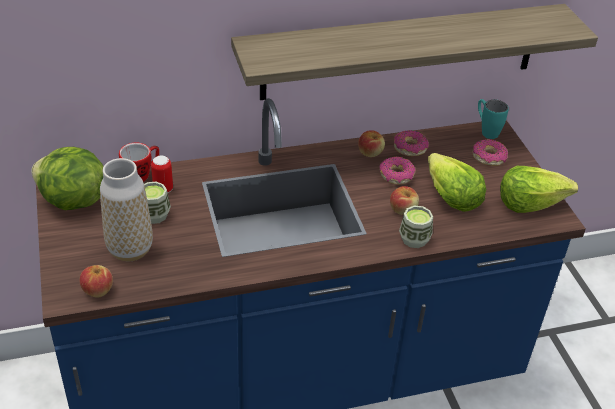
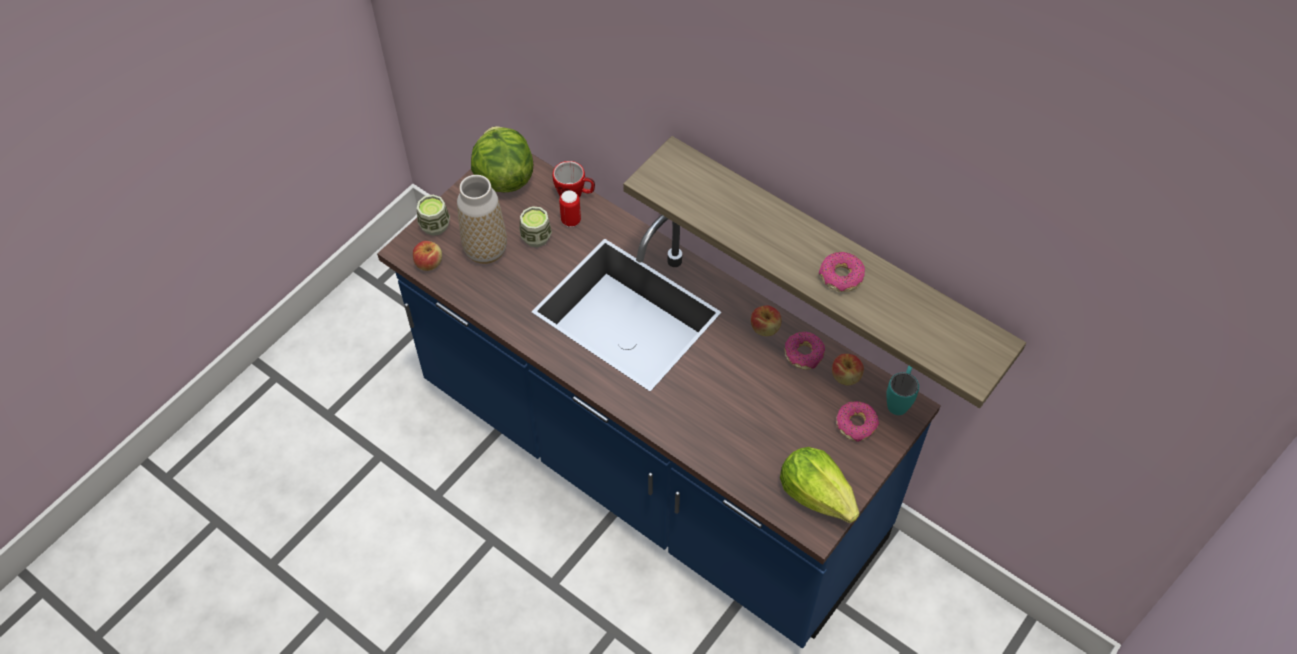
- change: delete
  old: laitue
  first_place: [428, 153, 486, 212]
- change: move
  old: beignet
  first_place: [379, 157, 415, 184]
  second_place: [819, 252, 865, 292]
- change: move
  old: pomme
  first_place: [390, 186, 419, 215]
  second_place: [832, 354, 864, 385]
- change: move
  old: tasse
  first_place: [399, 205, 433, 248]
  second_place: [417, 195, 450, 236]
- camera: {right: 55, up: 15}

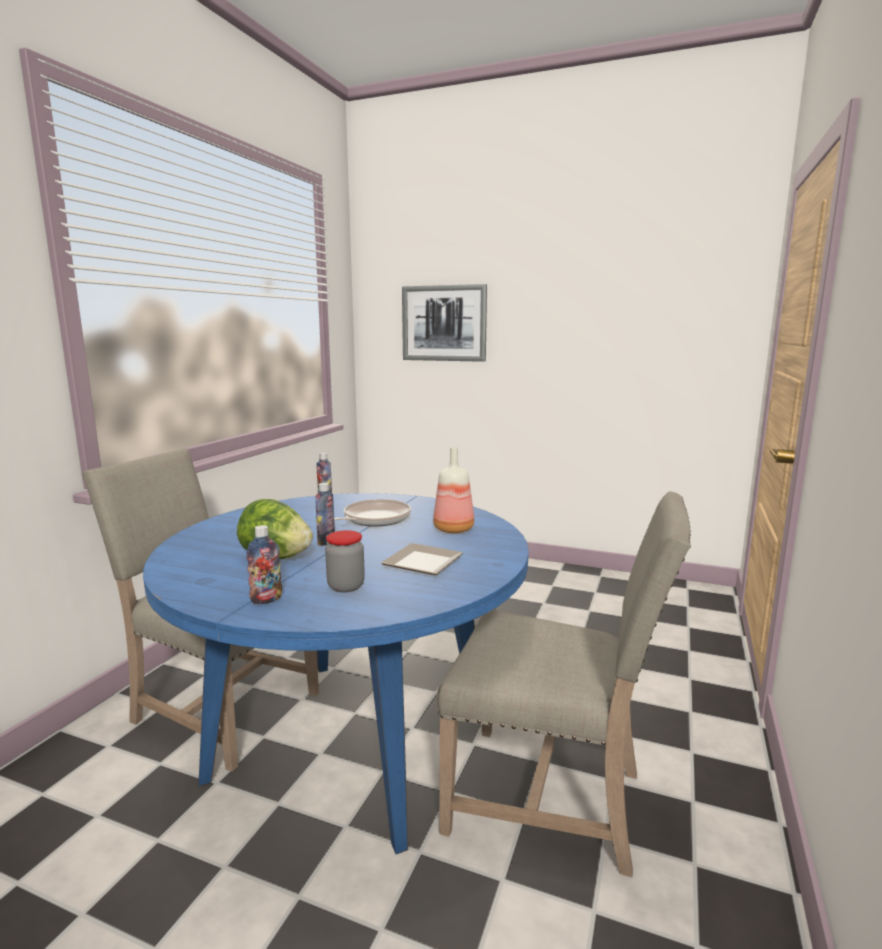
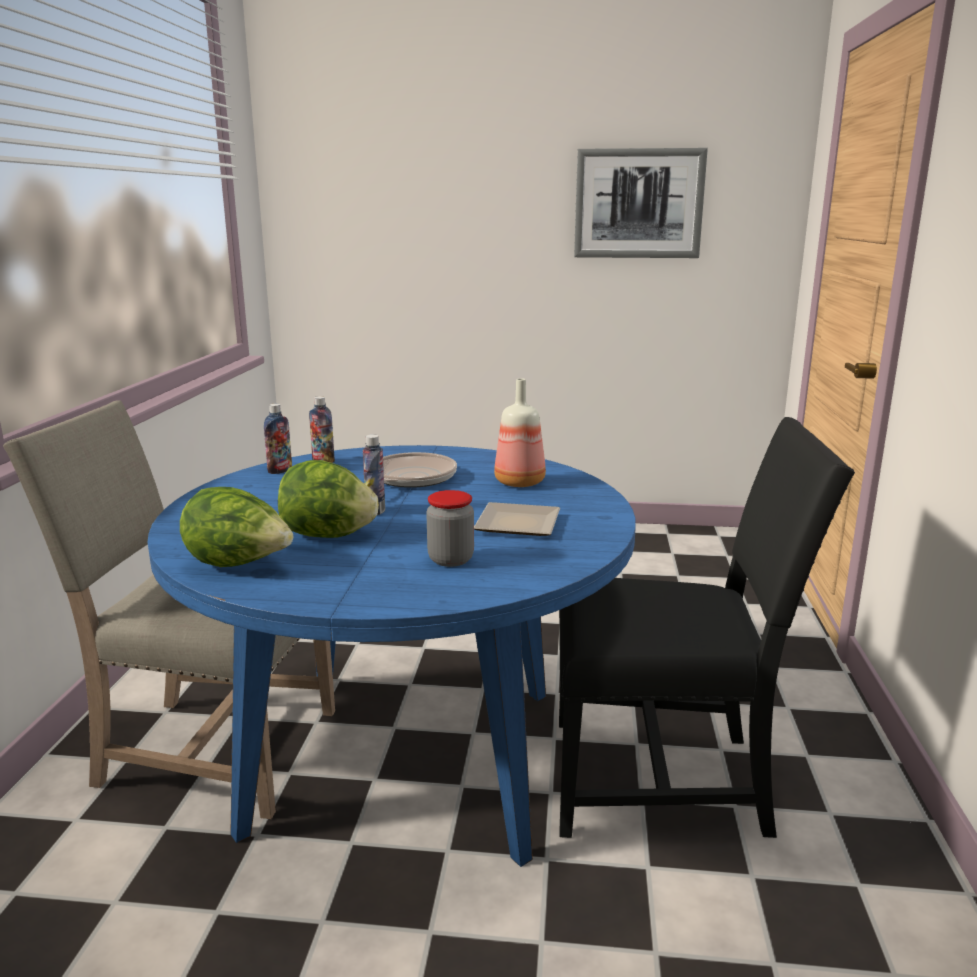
- change: insert
  new: laitue
  second_place: [180, 487, 293, 567]
- change: move
  old: bouteille
  first_place: [246, 525, 282, 604]
  second_place: [264, 404, 292, 474]
- change: move
  old: tableau
  first_place: [402, 284, 487, 362]
  second_place: [574, 148, 708, 258]
- change: recolor
  old: chaise [beige]
  new: chaise [noir]
  first_place: [436, 491, 691, 877]
  second_place: [559, 417, 855, 838]
- camera: {right: -15, up: 5}

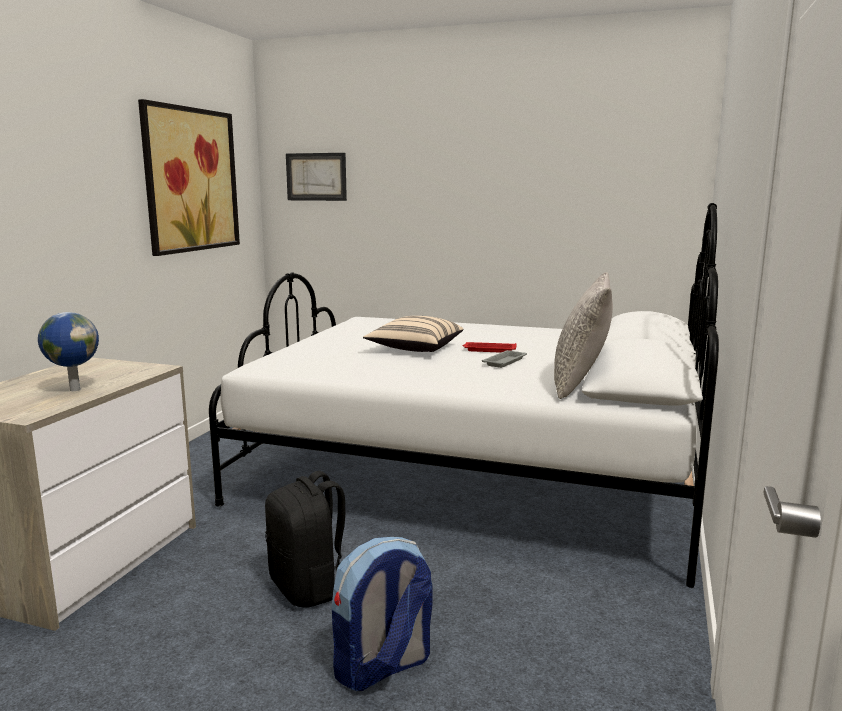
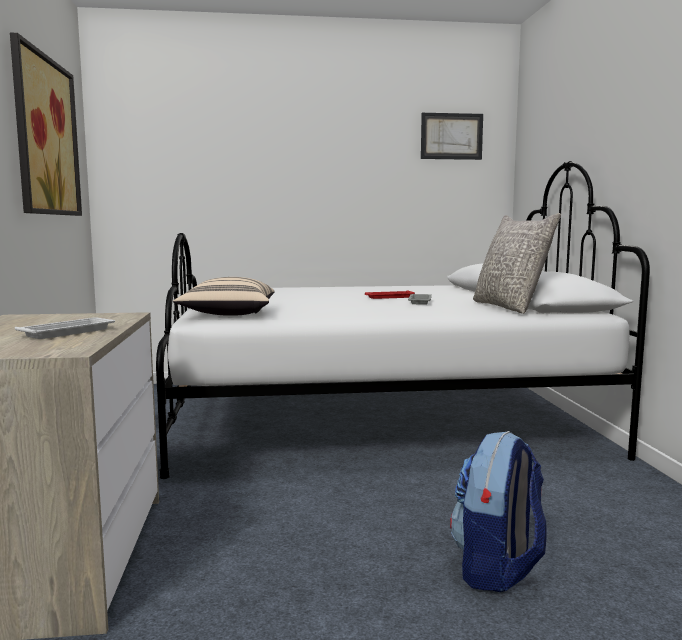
- change: delete
  old: sac à dos [noir]
  first_place: [265, 471, 345, 608]
- change: move
  old: tableau
  first_place: [286, 153, 347, 201]
  second_place: [421, 113, 483, 160]
- change: move
  old: coussin [beige]
  first_place: [363, 316, 463, 352]
  second_place: [173, 277, 274, 316]
- change: replace
  old: globe
  new: plateau [blanc]
  first_place: [38, 312, 99, 391]
  second_place: [15, 317, 115, 339]
- camera: {right: -25, up: -5}

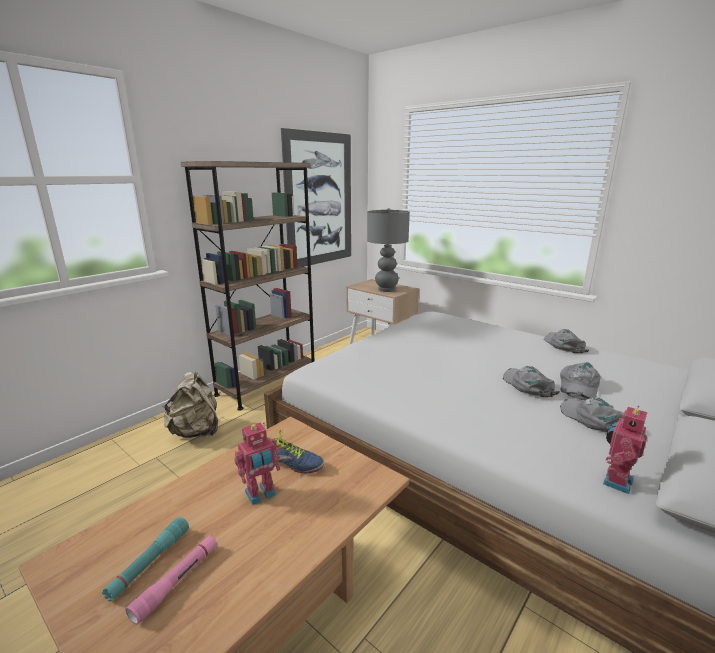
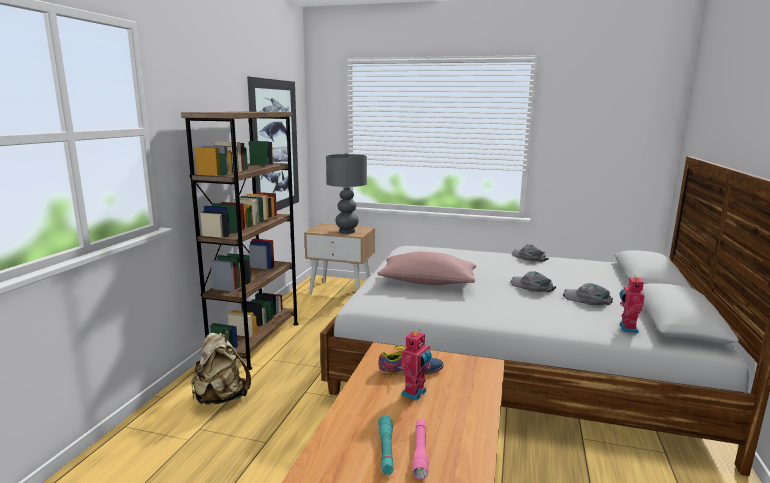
- change: delete
  old: casquette [gris]
  first_place: [560, 362, 601, 400]
- change: insert
  new: coussin [rose]
  second_place: [377, 252, 476, 285]
- camera: {right: -25, up: -5}

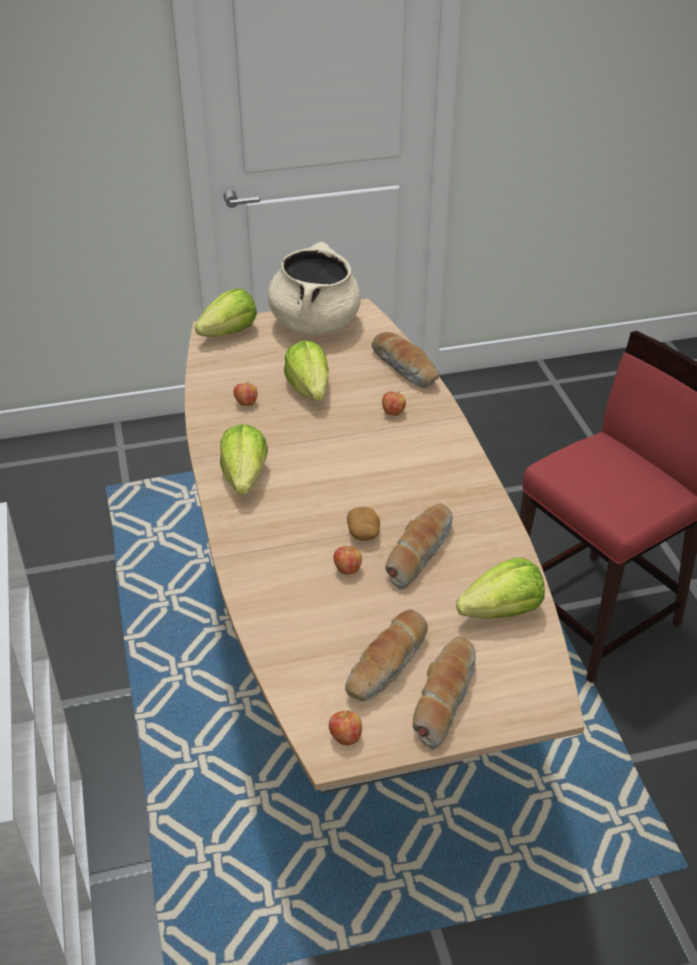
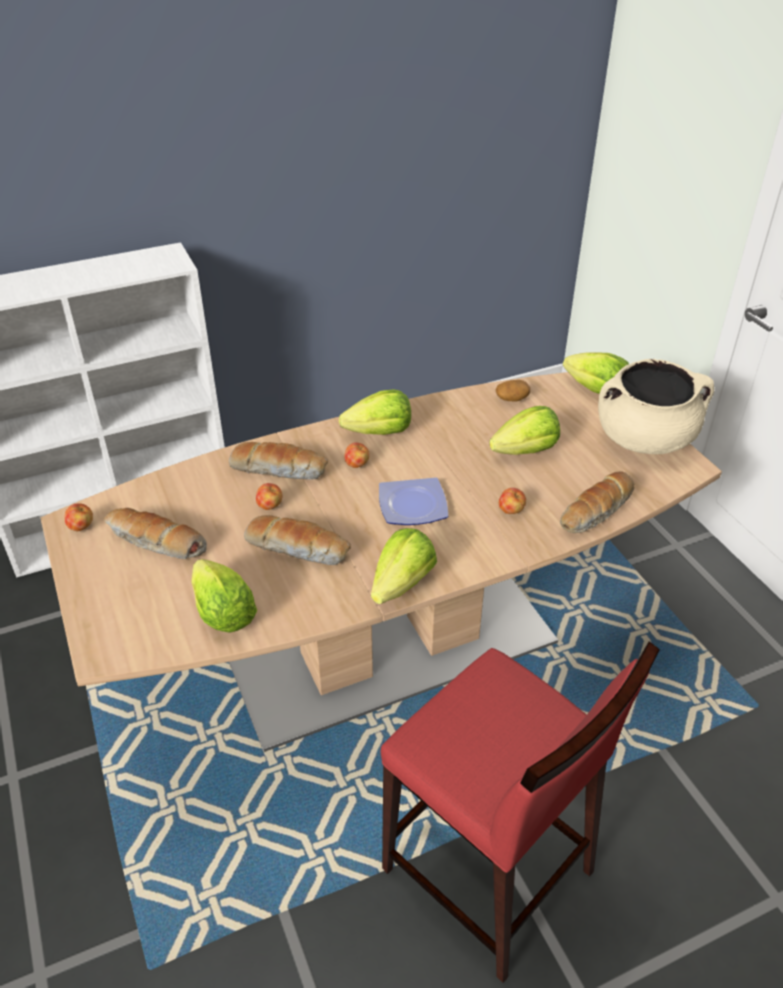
- change: insert
  new: laitue
  second_place: [371, 528, 437, 604]
- change: insert
  new: assiette
  second_place: [379, 478, 448, 525]
- change: move
  old: pomme
  first_place: [233, 381, 258, 406]
  second_place: [344, 442, 369, 468]
- change: move
  old: pomme de terre
  first_place: [347, 507, 380, 541]
  second_place: [496, 380, 530, 401]
- change: move
  old: pain
  first_place: [412, 636, 476, 749]
  second_place: [229, 442, 328, 480]
- camera: {right: 80, up: 0}

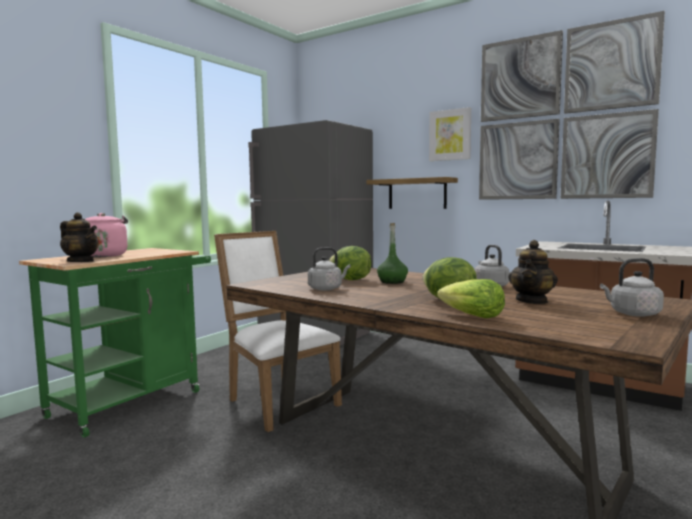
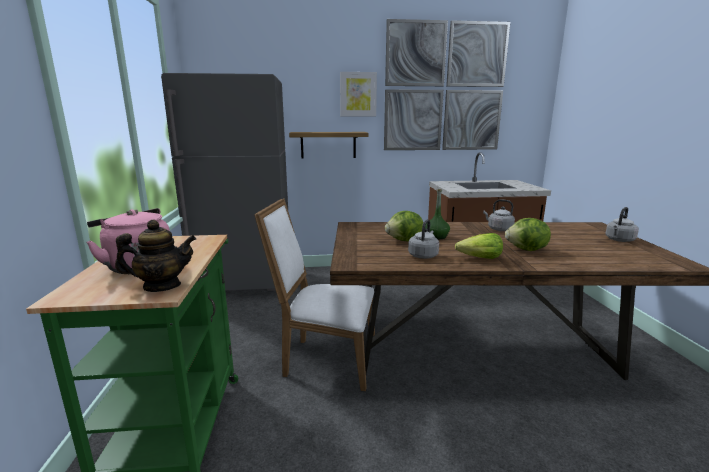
- change: delete
  old: théière
  first_place: [508, 240, 558, 304]
- change: move
  old: laitue
  first_place: [437, 279, 505, 318]
  second_place: [455, 233, 503, 259]
- camera: {right: -40, up: 10}

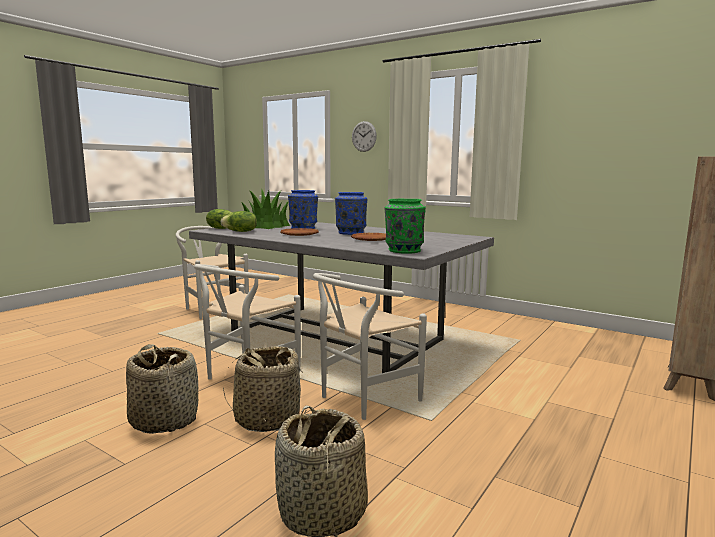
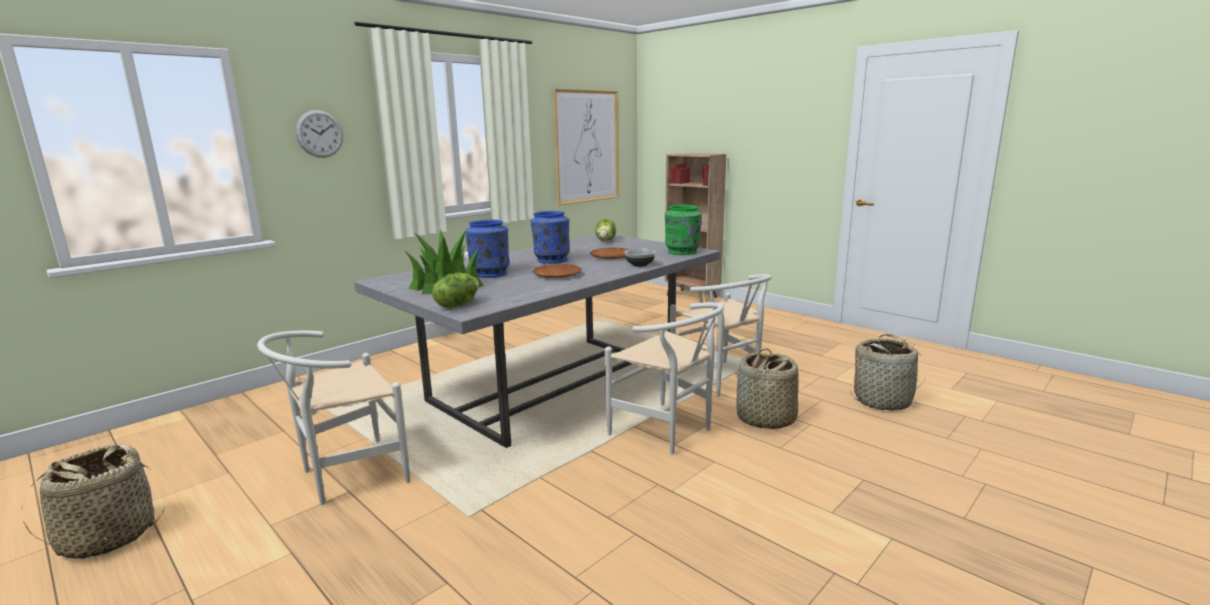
- change: insert
  new: tableau
  second_place: [553, 89, 619, 205]
- change: insert
  new: bol
  second_place: [624, 249, 656, 267]
- change: move
  old: panier
  first_place: [126, 344, 198, 434]
  second_place: [22, 445, 165, 559]
- change: move
  old: laitue
  first_place: [221, 211, 257, 232]
  second_place: [595, 219, 616, 241]
- camera: {right: -80, up: 5}

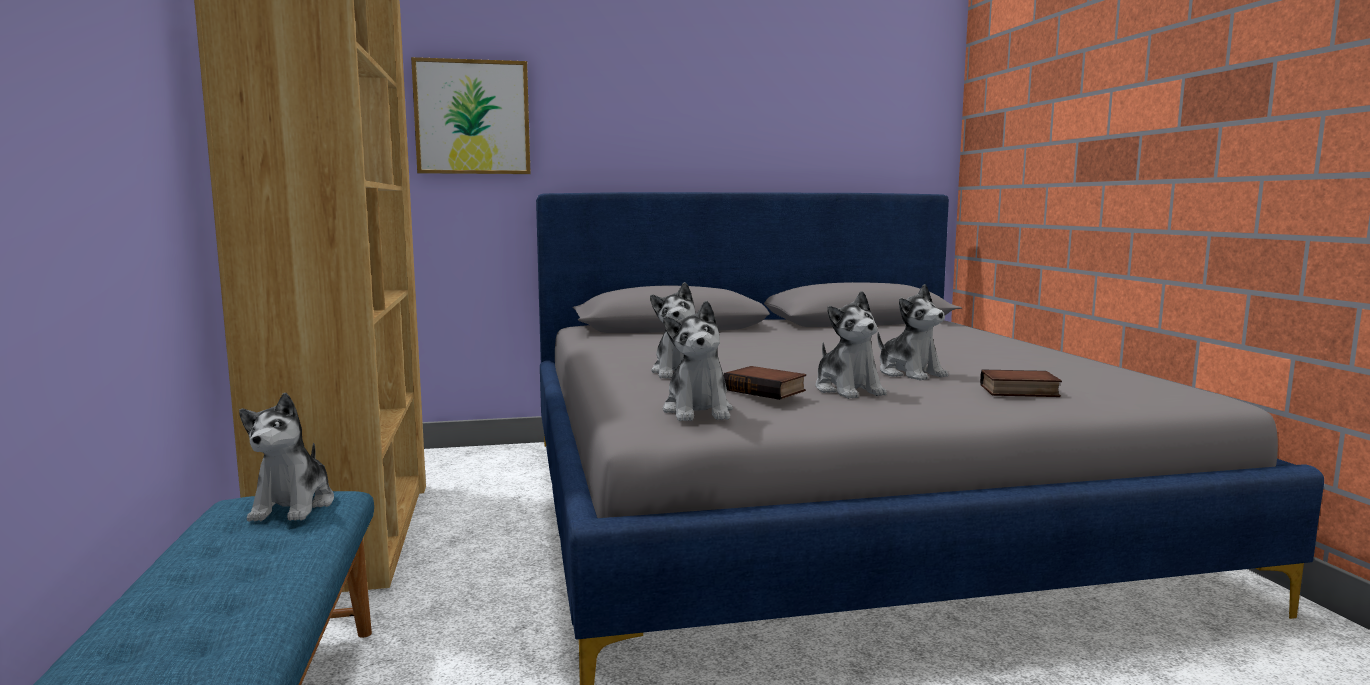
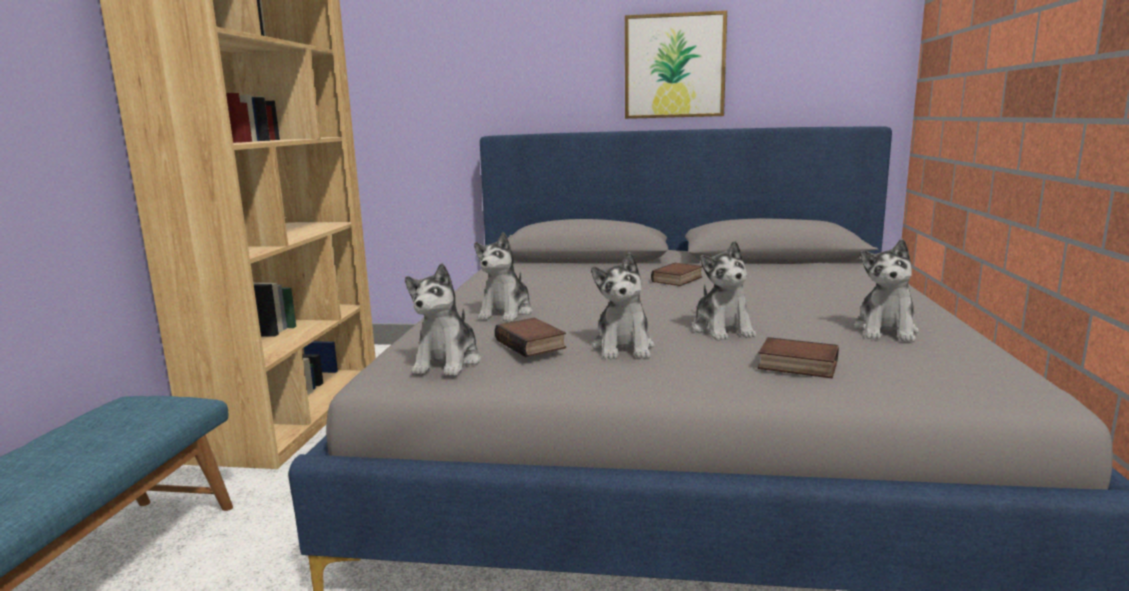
- change: insert
  new: livre
  second_place: [651, 263, 703, 286]
- change: move
  old: peluche
  first_place: [239, 393, 334, 522]
  second_place: [854, 239, 919, 342]
- change: move
  old: tableau
  first_place: [411, 57, 531, 174]
  second_place: [625, 11, 727, 119]
- camera: {right: 20, up: 5}

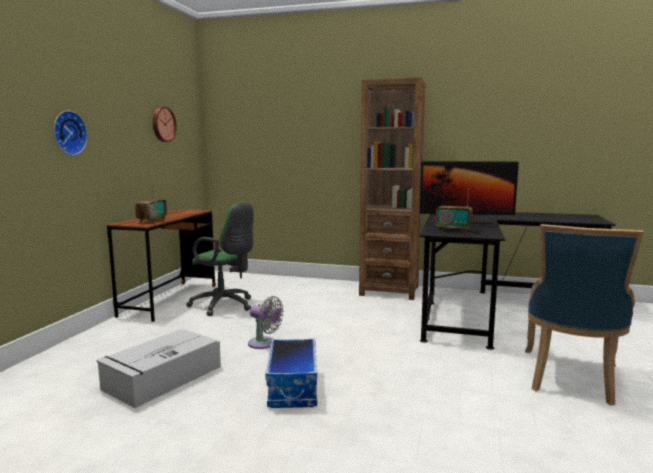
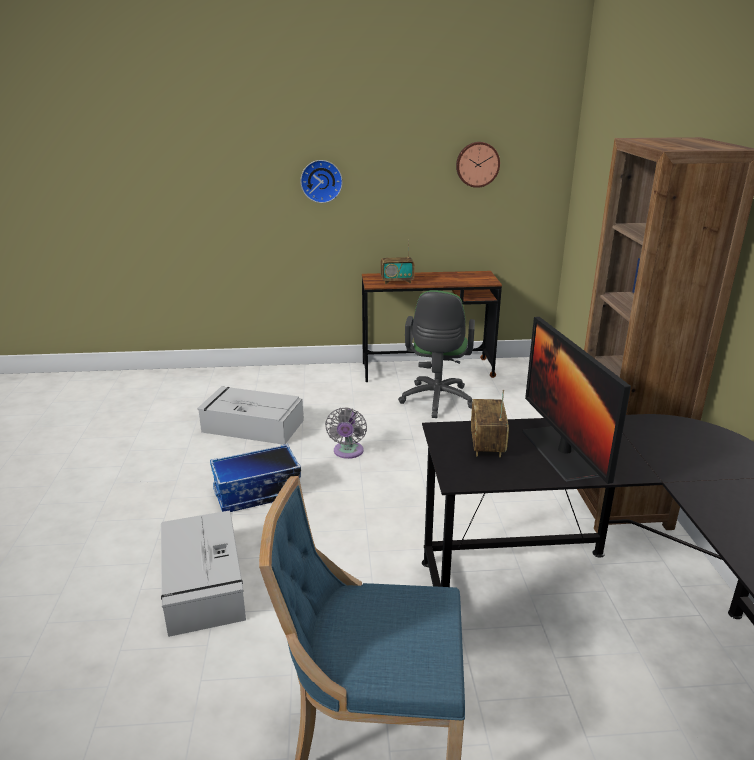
- change: insert
  new: boîte de rangement [gris]
  second_place: [161, 510, 246, 637]
- camera: {right: 70, up: 15}

